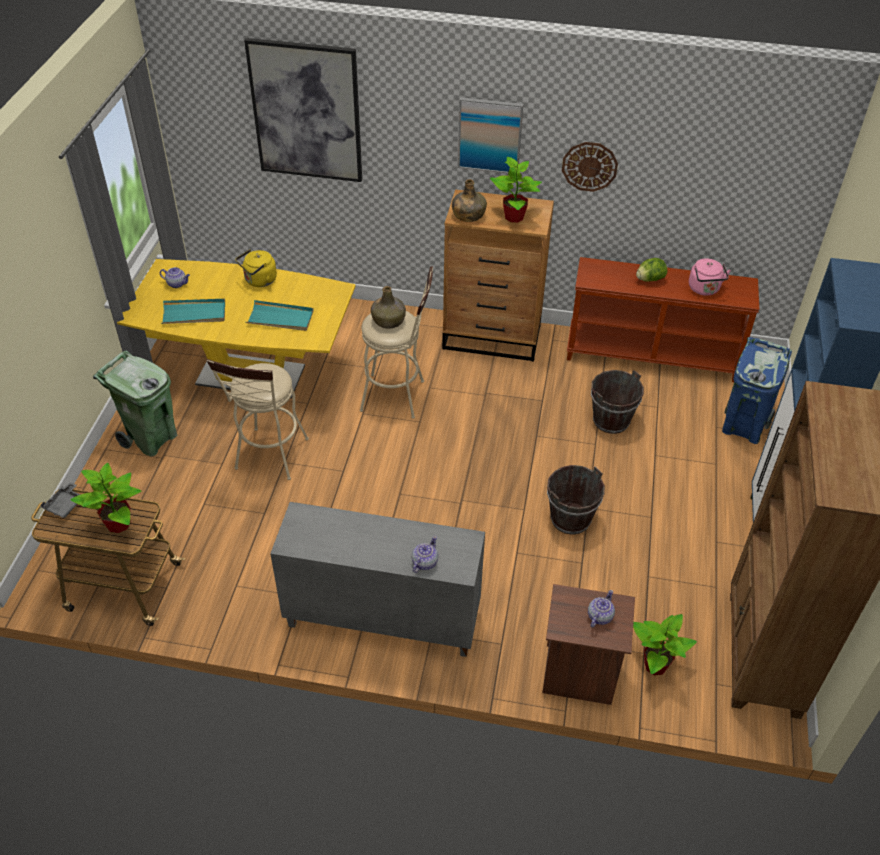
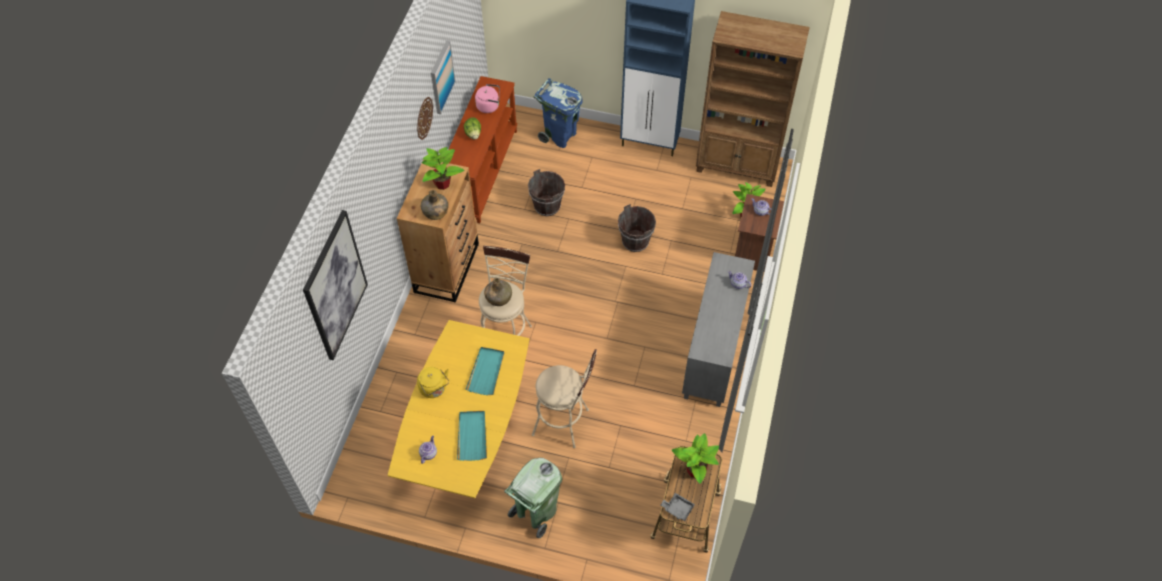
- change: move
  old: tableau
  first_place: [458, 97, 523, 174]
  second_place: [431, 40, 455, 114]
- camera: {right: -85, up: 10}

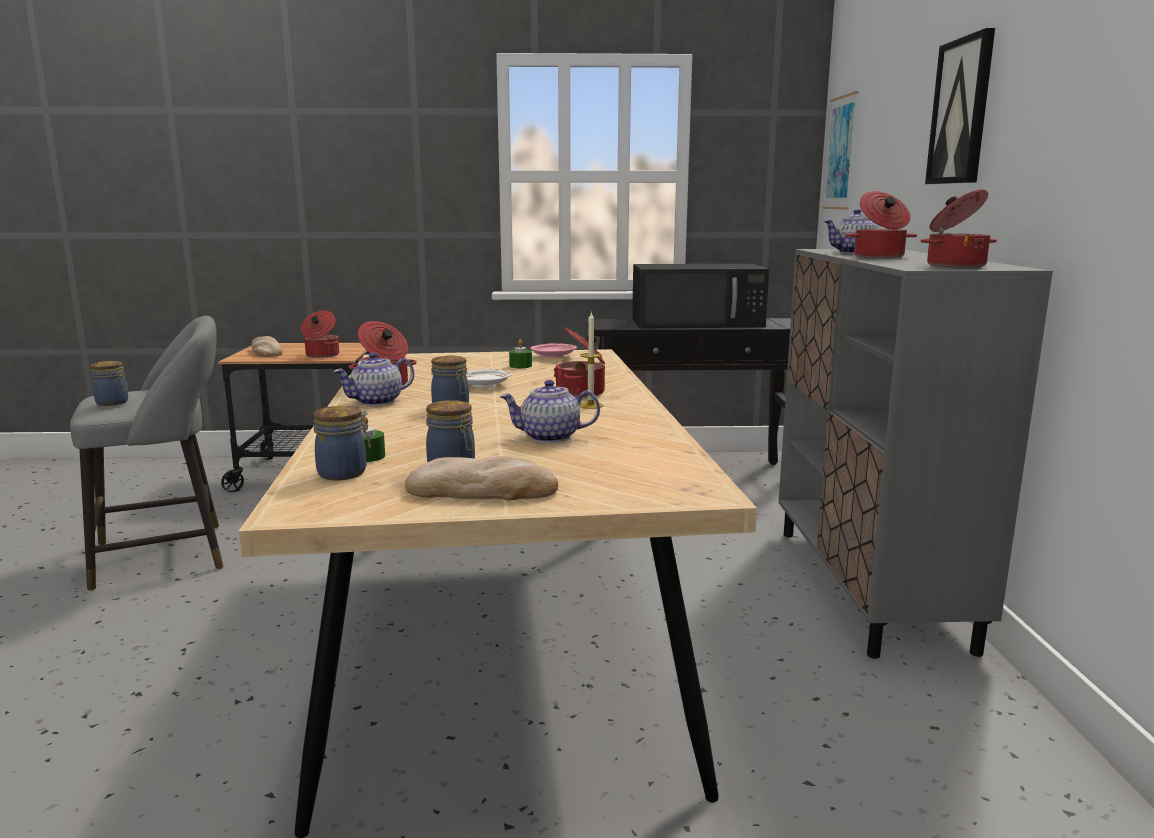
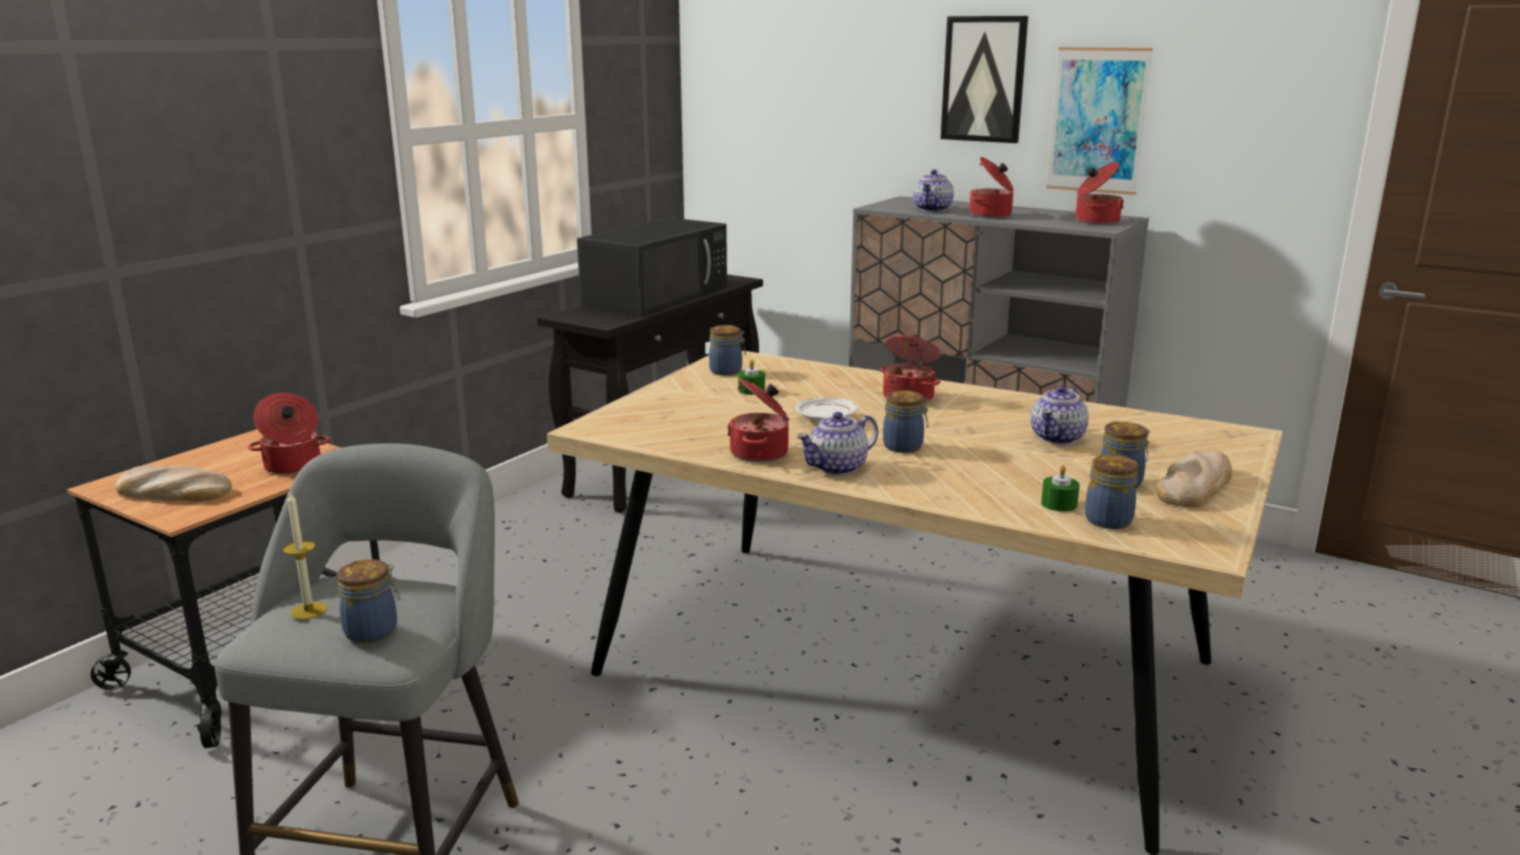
- change: move
  old: bougie
  first_place: [580, 313, 603, 409]
  second_place: [283, 491, 327, 620]
- change: move
  old: tableau
  first_place: [822, 91, 858, 210]
  second_place: [1046, 47, 1153, 195]
- change: replace
  old: assiette [rose]
  new: bocal
  first_place: [531, 343, 577, 358]
  second_place: [709, 325, 746, 376]
- change: rotate
  old: théière
  first_place: [334, 353, 414, 406]
  second_place: [796, 412, 878, 475]
  degrees: 60
- camera: {right: -55, up: 5}

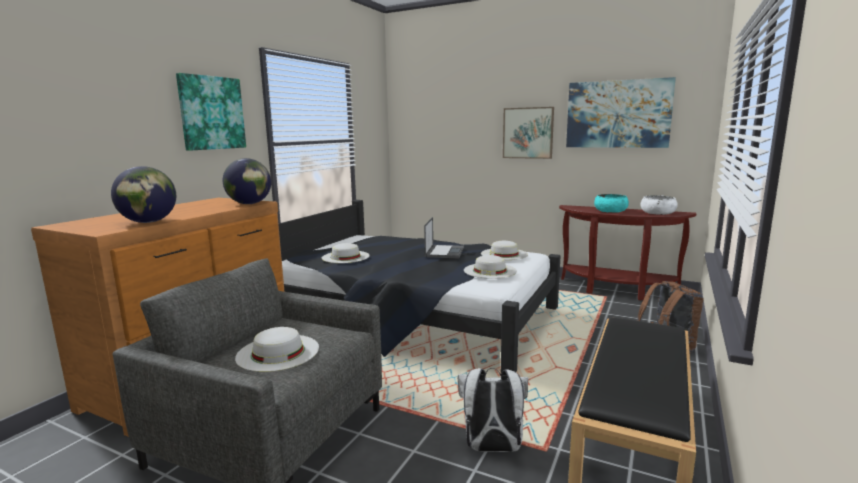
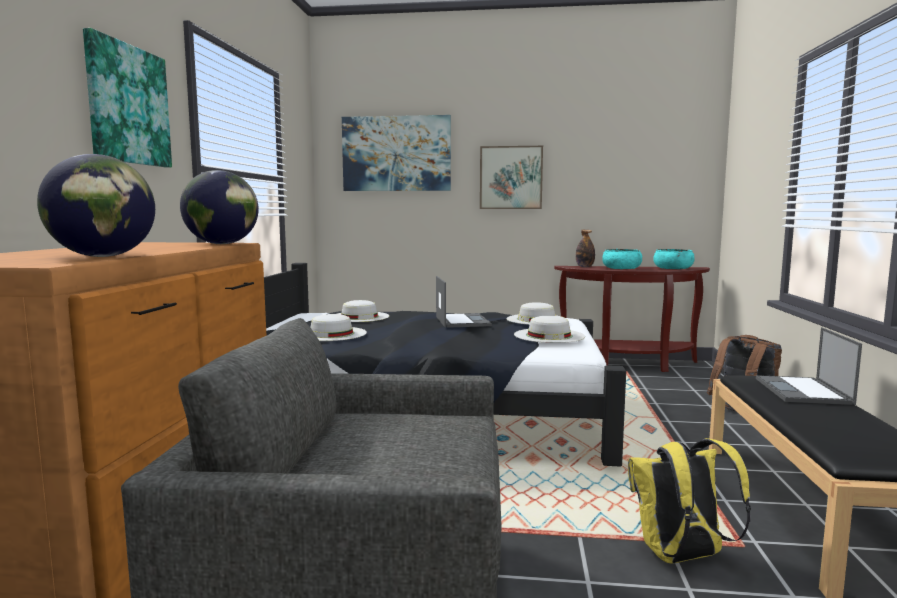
- change: insert
  new: bouteille
  second_place: [576, 230, 595, 267]
- change: insert
  new: ordinateur portable
  second_place: [756, 327, 862, 405]
- change: move
  old: chapeau [blanc]
  first_place: [235, 327, 319, 372]
  second_place: [337, 300, 389, 322]
- change: move
  old: tableau
  first_place: [566, 77, 676, 148]
  second_place: [342, 115, 451, 191]
- change: recolor
  old: sac à dos [blanc]
  new: sac à dos [jaune]
  first_place: [458, 368, 528, 452]
  second_place: [628, 438, 751, 564]
- change: recolor
  old: bol [blanc]
  new: bol [turquoise]
  first_place: [640, 195, 678, 215]
  second_place: [653, 249, 695, 269]
- camera: {right: -20, up: -5}

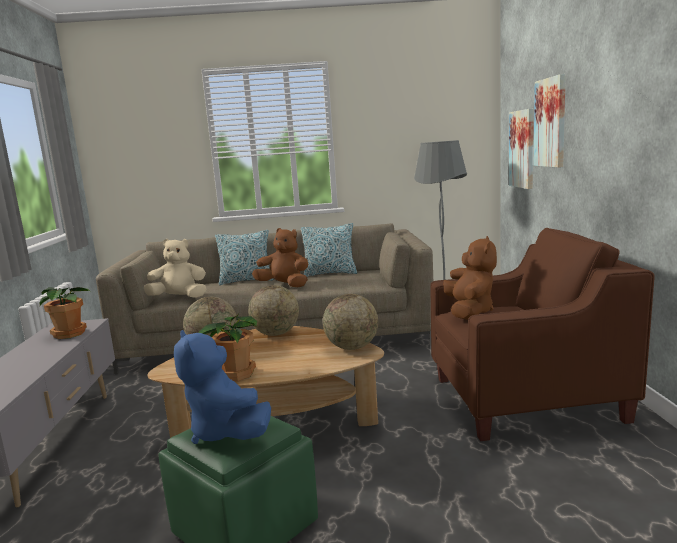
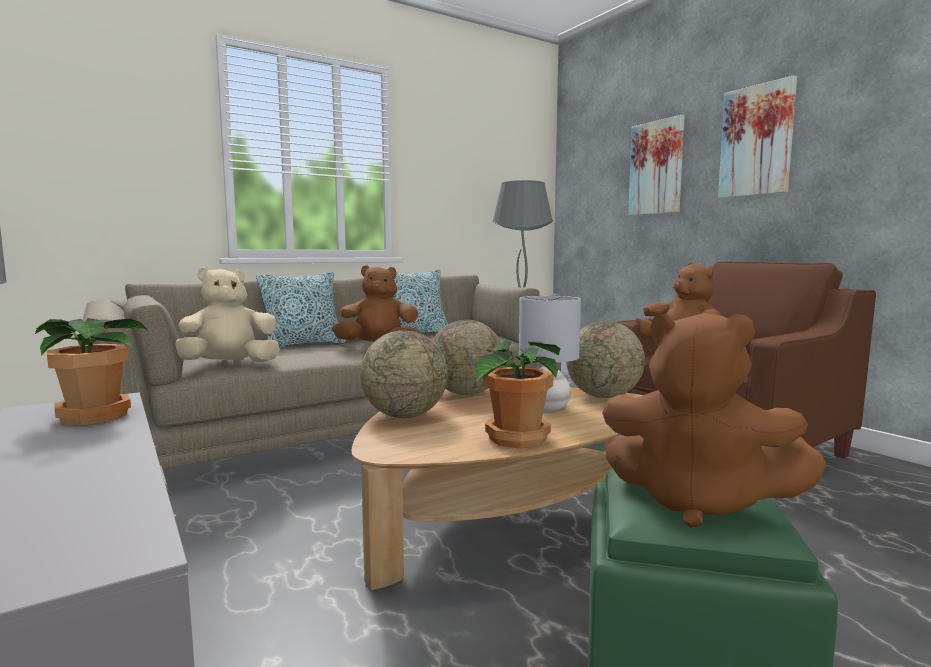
- change: insert
  new: lampe de table [gris]
  second_place: [519, 296, 581, 411]
- change: move
  old: tableau
  first_place: [509, 108, 534, 189]
  second_place: [718, 75, 797, 198]
- change: recolor
  old: peluche [bleu]
  new: peluche [marron]
  first_place: [174, 330, 271, 444]
  second_place: [602, 313, 826, 528]
- camera: {right: -30, up: -5}

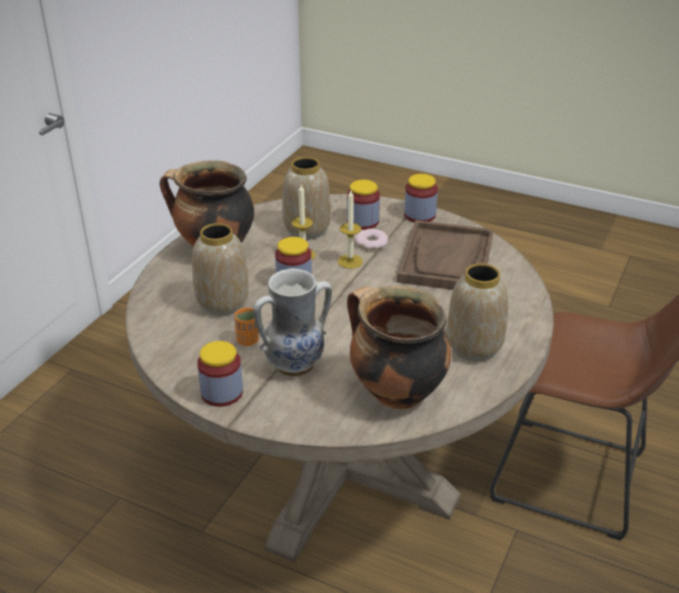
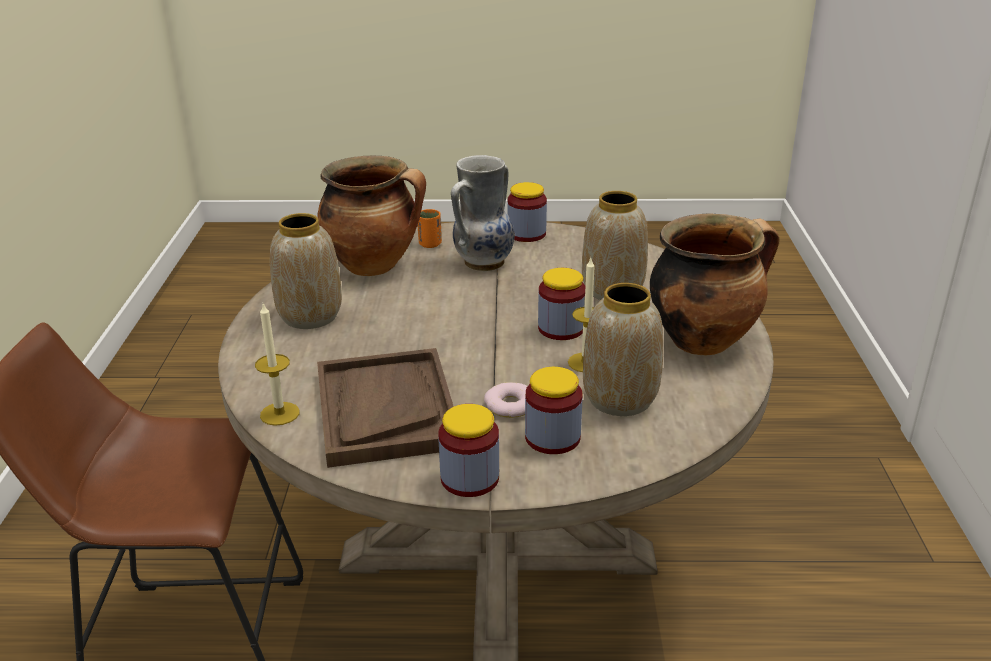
- change: move
  old: tasse [orange]
  first_place: [235, 308, 259, 346]
  second_place: [418, 209, 442, 248]
- change: move
  old: bougie
  first_place: [338, 190, 363, 269]
  second_place: [255, 303, 300, 426]
- camera: {right: 155, up: -5}

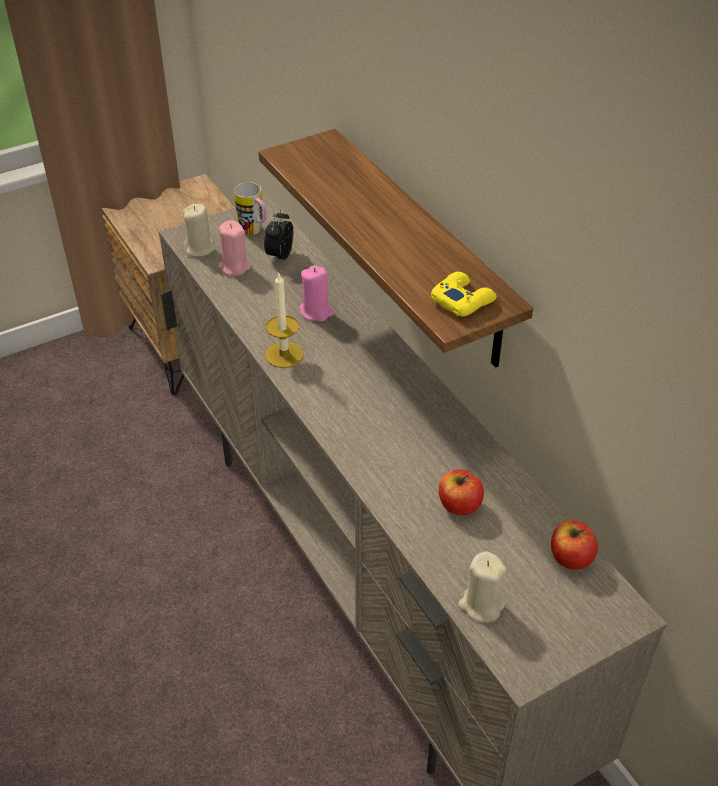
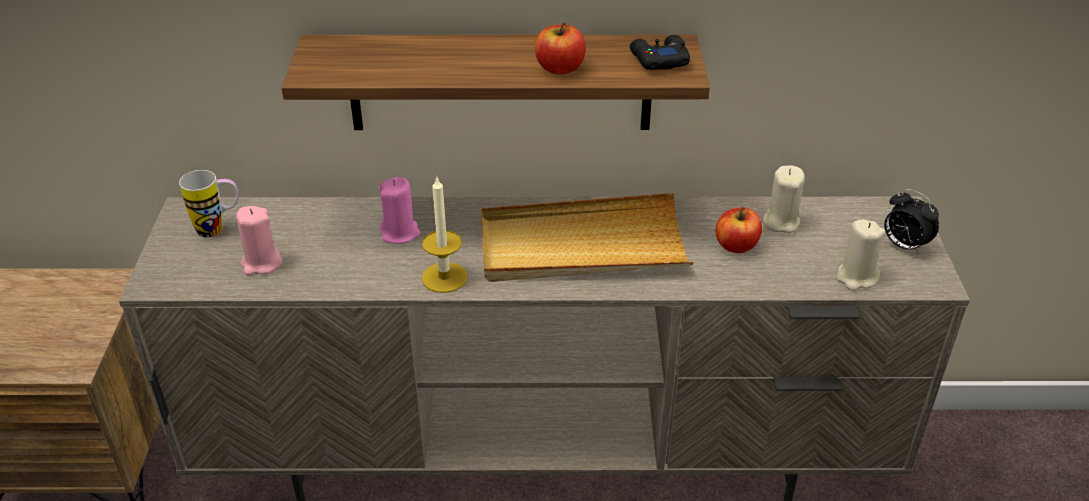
- change: insert
  new: plateau [beige]
  second_place: [481, 193, 694, 282]
- change: move
  old: bougie [beige]
  first_place: [183, 204, 216, 257]
  second_place: [763, 165, 805, 233]
- change: move
  old: réveil
  first_place: [264, 209, 293, 264]
  second_place: [884, 189, 939, 255]
- change: move
  old: pomme
  first_place: [551, 520, 598, 570]
  second_place: [535, 22, 586, 75]
- change: recolor
  old: manette [jaune]
  new: manette [noir]
  first_place: [431, 272, 497, 316]
  second_place: [630, 35, 690, 70]
- camera: {right: -60, up: -5}

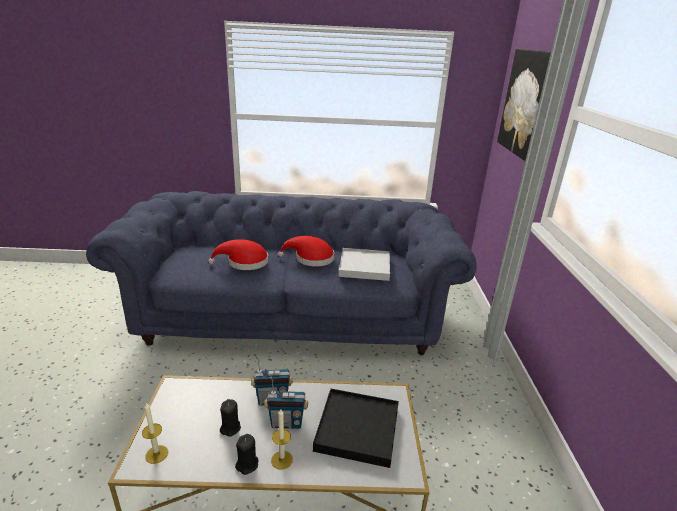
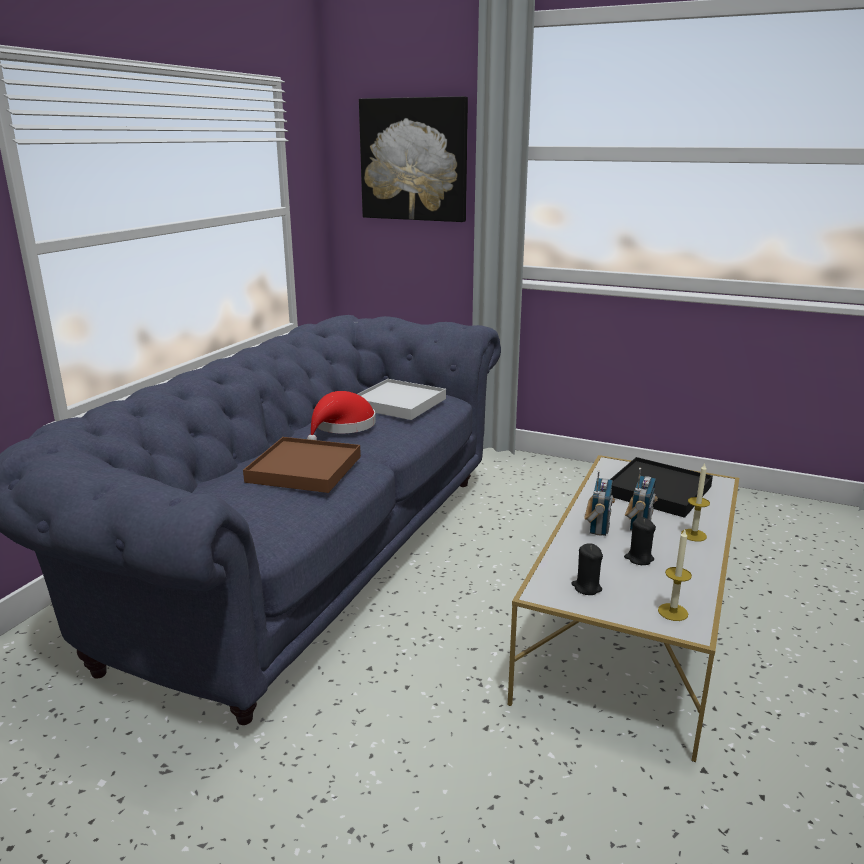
- change: move
  old: bougie [noir]
  first_place: [235, 434, 259, 475]
  second_place: [571, 543, 603, 595]
- change: replace
  old: chapeau [rouge]
  new: plateau [marron]
  first_place: [208, 239, 268, 270]
  second_place: [243, 437, 361, 493]
- camera: {right: -65, up: -5}

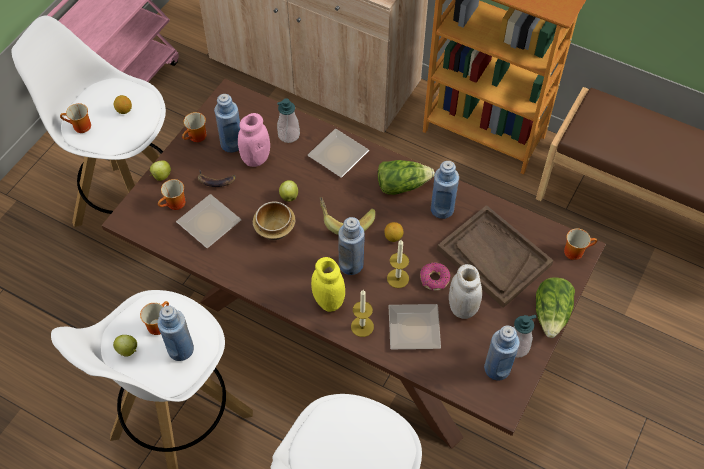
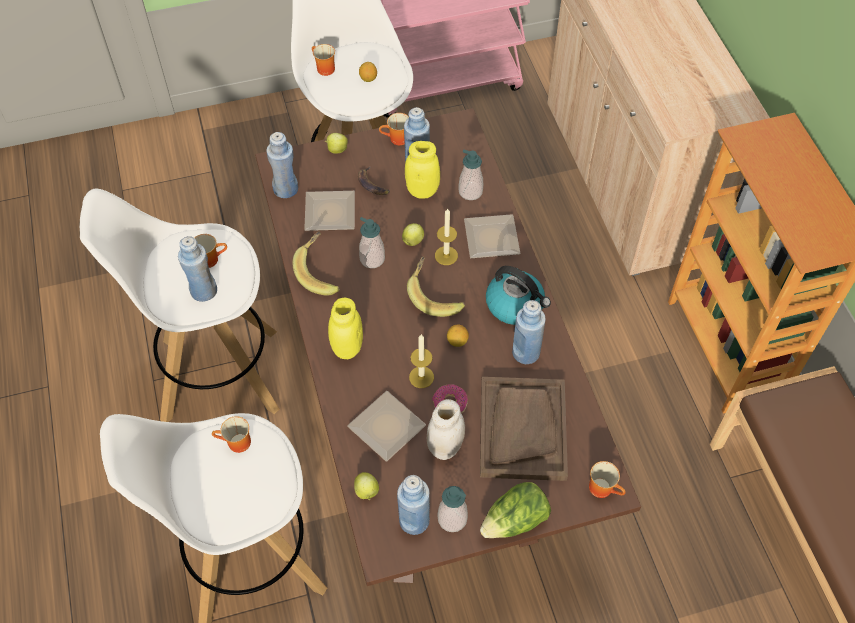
- change: insert
  new: banane
  second_place: [293, 231, 340, 296]
- change: move
  old: pomme
  first_place: [113, 335, 137, 357]
  second_place: [354, 472, 379, 500]
- change: move
  old: mug
  first_place: [158, 179, 185, 210]
  second_place: [212, 416, 251, 453]
- change: move
  old: bouteille [bleu]
  first_place: [338, 217, 365, 275]
  second_place: [266, 132, 298, 198]
- change: move
  old: bougie
  first_place: [351, 290, 374, 337]
  second_place: [435, 208, 458, 265]
- change: replace
  old: bol
  new: distributeur de savon
  first_place: [253, 202, 295, 240]
  second_place: [359, 217, 385, 268]
- change: replace
  old: laitue
  new: bouilloire
  first_place: [378, 160, 435, 195]
  second_place: [486, 266, 551, 325]
- change: recolor
  old: bocal [rose]
  new: bocal [jaune]
  first_place: [238, 113, 270, 167]
  second_place: [405, 141, 440, 199]
- camera: {right: 45, up: 0}

